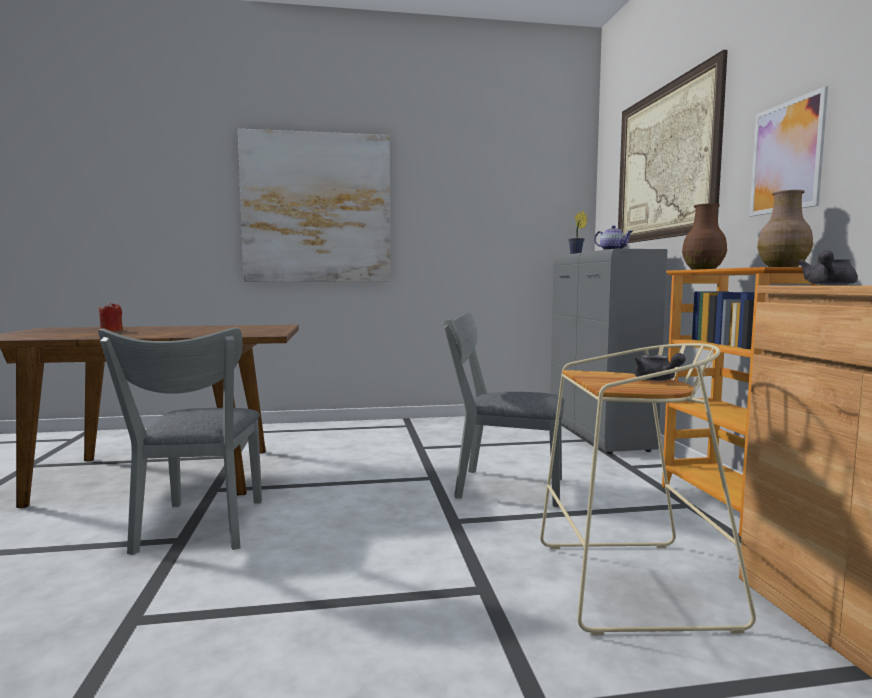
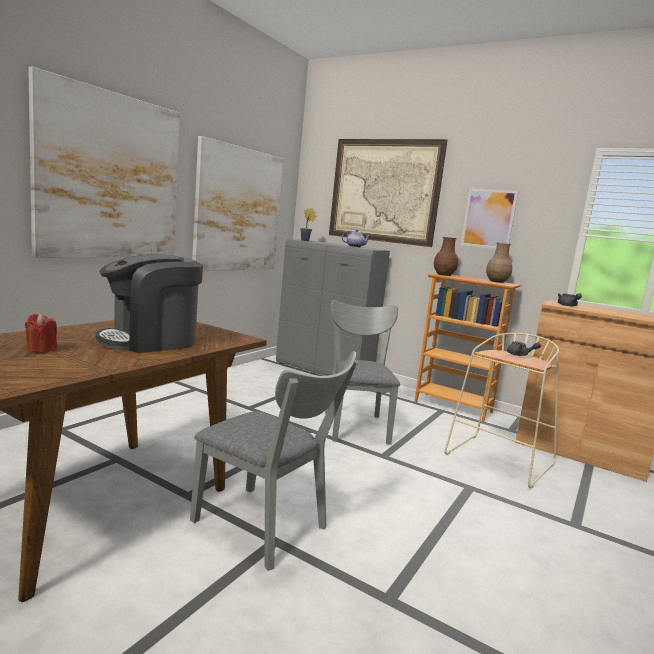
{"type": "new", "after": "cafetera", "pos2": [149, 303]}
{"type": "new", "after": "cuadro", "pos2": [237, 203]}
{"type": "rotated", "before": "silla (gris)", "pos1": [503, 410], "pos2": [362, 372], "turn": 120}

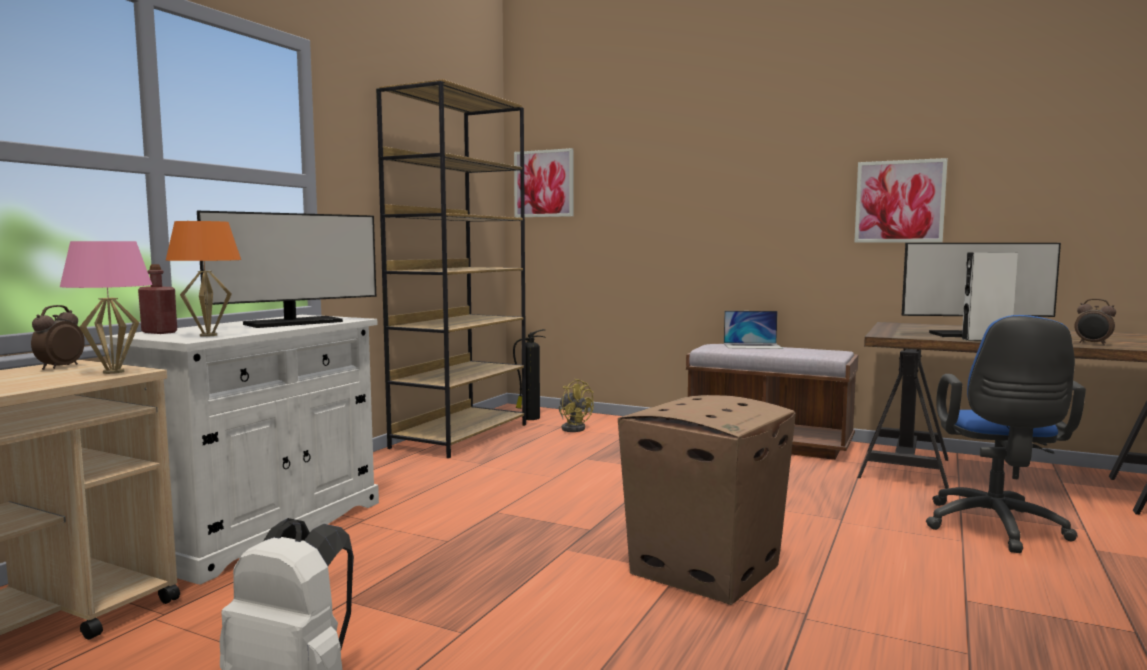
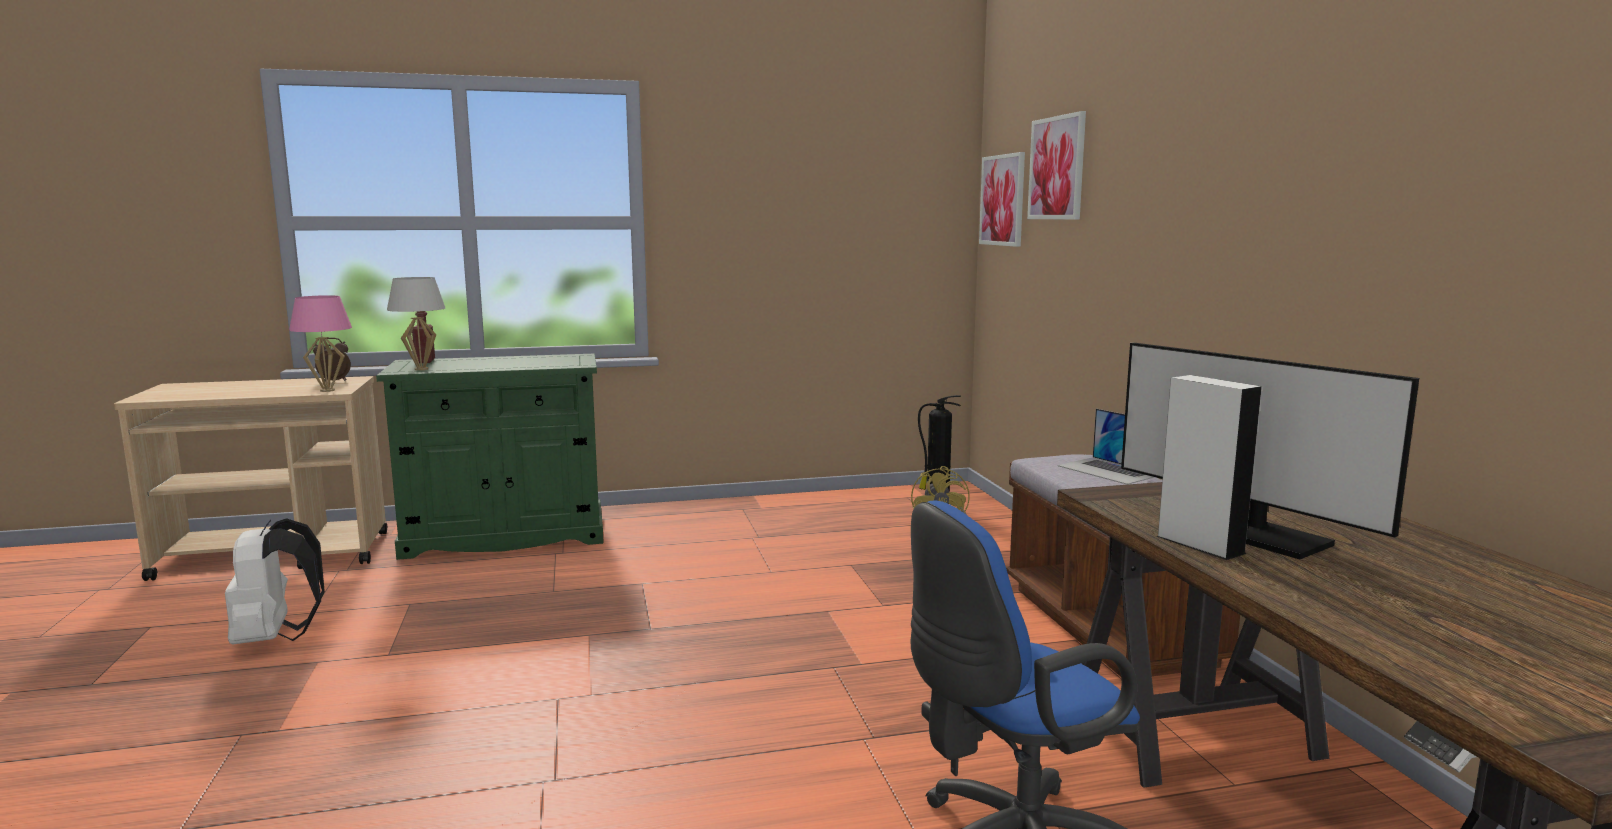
{"type": "gone", "before": "monitor", "pos1": [286, 269]}
{"type": "gone", "before": "estantería (marrón)", "pos1": [451, 268]}
{"type": "gone", "before": "caja de cartón", "pos1": [707, 500]}
{"type": "gone", "before": "despertador", "pos1": [1095, 322]}
{"type": "shifted", "before": "cuadro", "pos1": [901, 200], "pos2": [1056, 165]}
{"type": "repainted", "before": "armario (blanco)", "after": "armario (verde)", "pos1": [242, 450], "pos2": [490, 457]}
{"type": "repainted", "before": "lámpara de mesa (naranja)", "after": "lámpara de mesa (blanco)", "pos1": [203, 279], "pos2": [416, 323]}

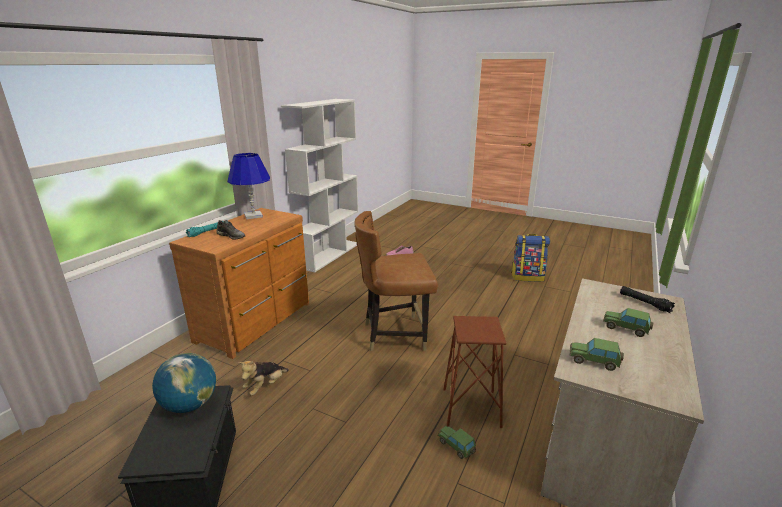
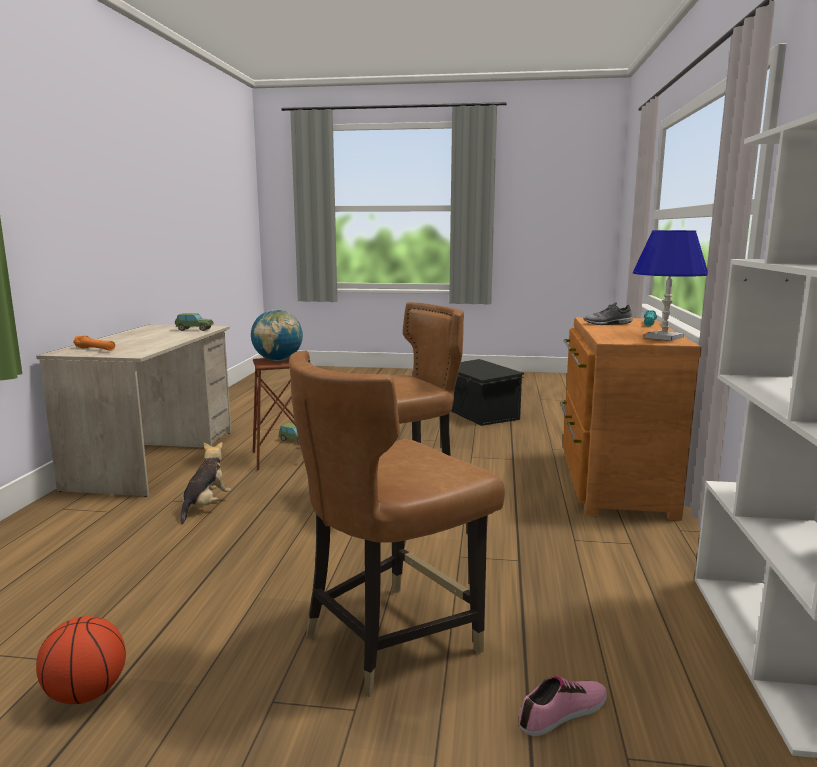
{"type": "gone", "before": "coche de juguete", "pos1": [628, 322]}
{"type": "new", "after": "silla (marrón)", "pos2": [397, 524]}
{"type": "shifted", "before": "globo terráqueo", "pos1": [184, 383], "pos2": [277, 335]}
{"type": "shifted", "before": "peluche", "pos1": [263, 378], "pos2": [205, 483]}
{"type": "swapped", "before": "mochila", "after": "balón de baloncesto", "pos1": [530, 258], "pos2": [81, 660]}
{"type": "repainted", "before": "linterna (negro)", "after": "linterna (naranja)", "pos1": [647, 299], "pos2": [94, 343]}

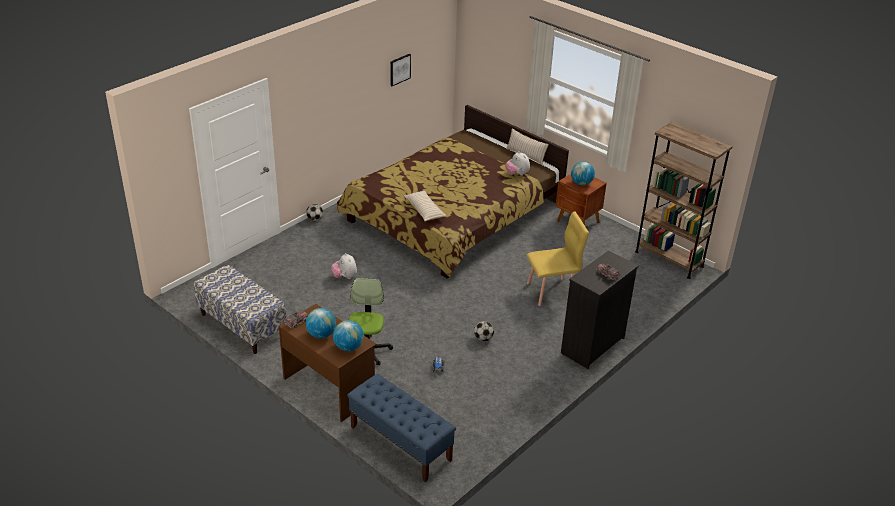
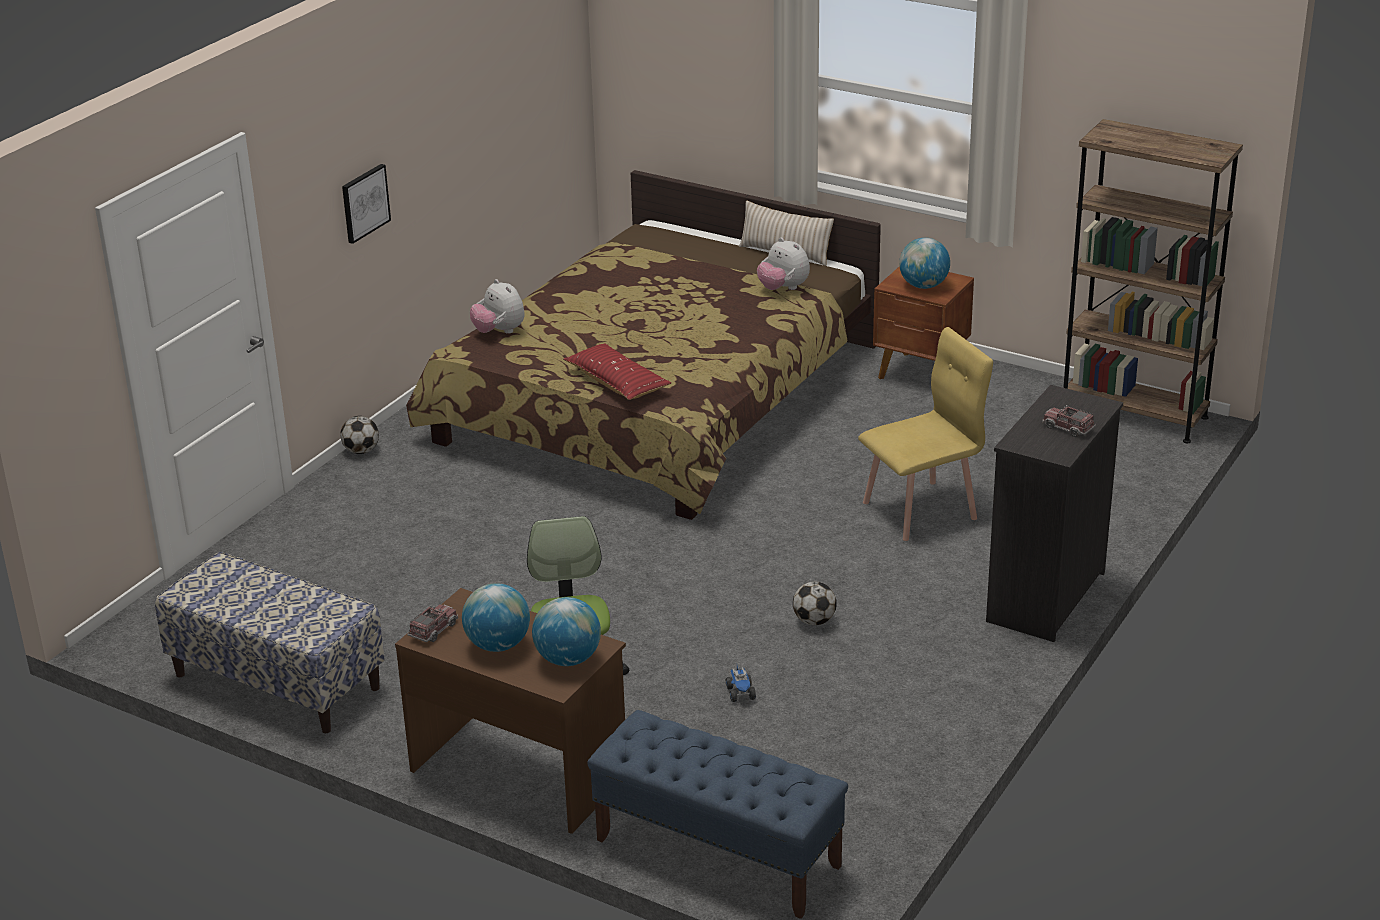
{"type": "shifted", "before": "peluche", "pos1": [344, 266], "pos2": [497, 306]}
{"type": "shifted", "before": "cuadro", "pos1": [400, 70], "pos2": [366, 204]}
{"type": "repainted", "before": "cojín (beis)", "after": "cojín (rojo)", "pos1": [425, 206], "pos2": [617, 371]}

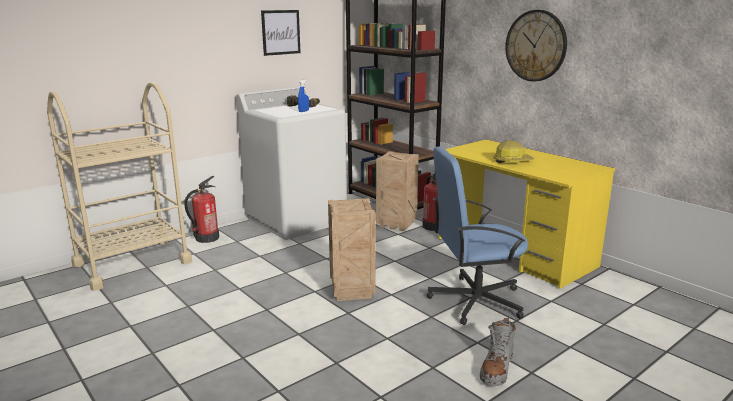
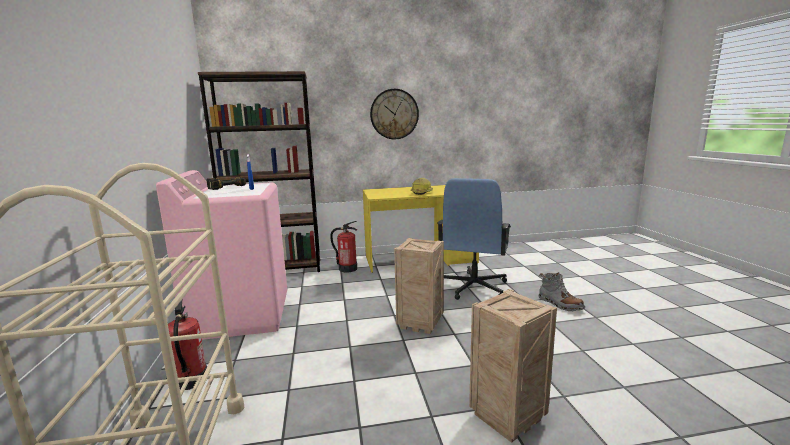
{"type": "gone", "before": "cuadro", "pos1": [281, 33]}
{"type": "shifted", "before": "caja de embalaje", "pos1": [397, 191], "pos2": [513, 366]}
{"type": "repainted", "before": "lavadora (blanco)", "after": "lavadora (rosa)", "pos1": [291, 163], "pos2": [221, 255]}

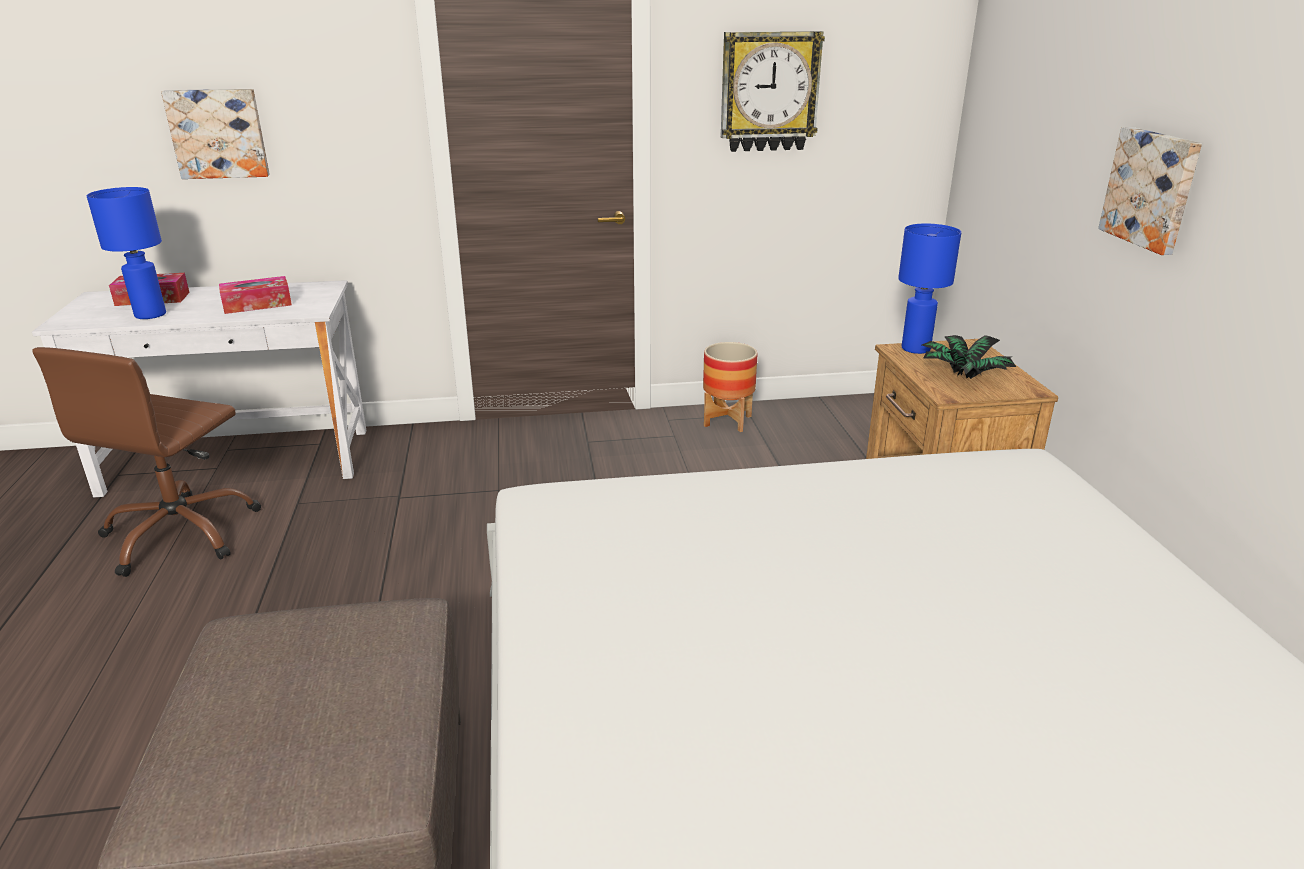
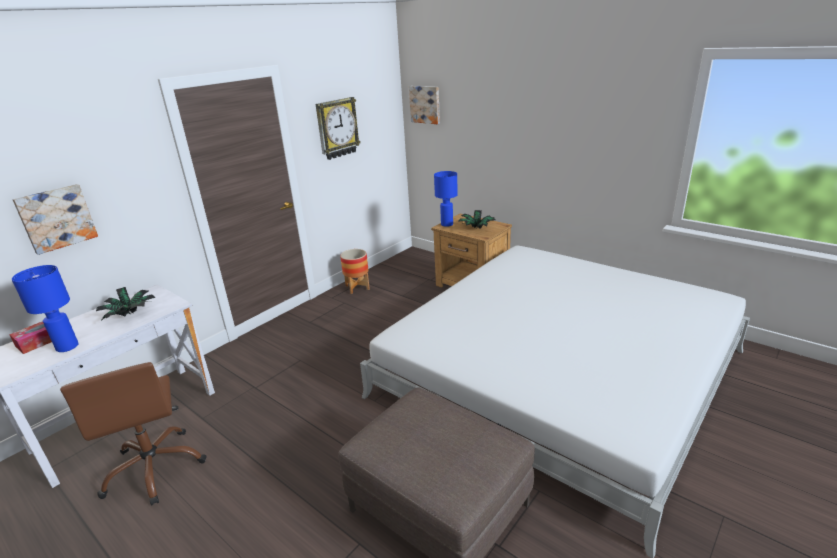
{"type": "shifted", "before": "cuadro", "pos1": [1150, 191], "pos2": [424, 105]}
{"type": "swapped", "before": "caja de pañuelos", "after": "planta en maceta", "pos1": [255, 295], "pos2": [126, 303]}

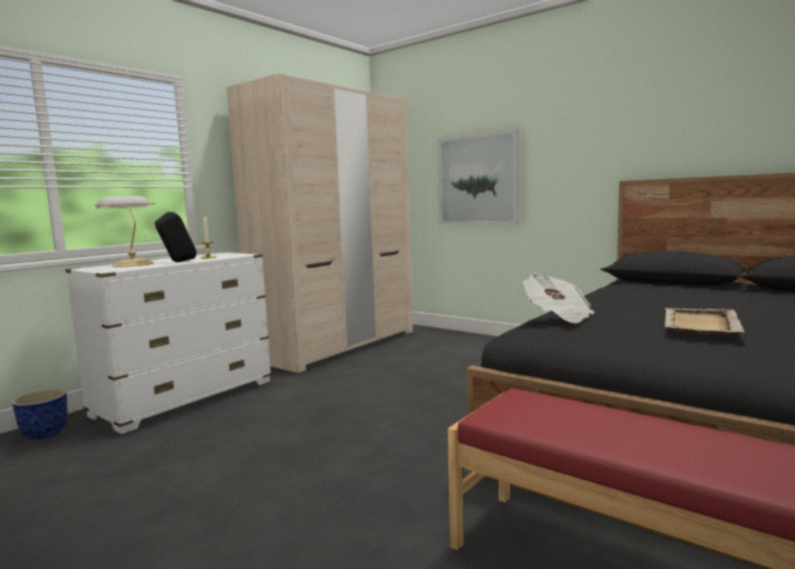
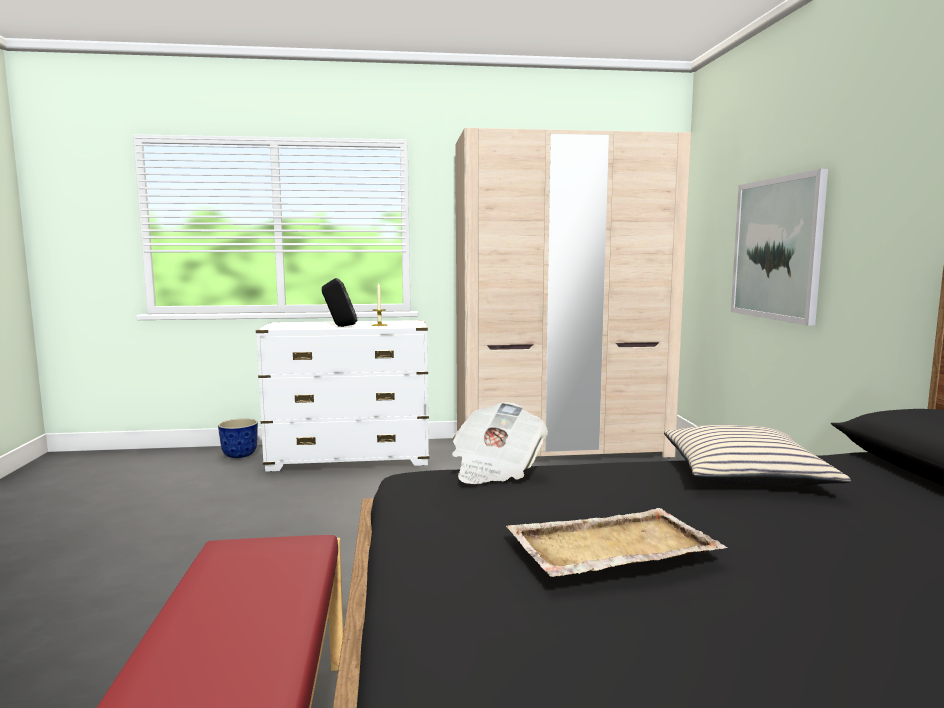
{"type": "gone", "before": "lámpara de mesa", "pos1": [125, 231]}
{"type": "new", "after": "cojín (beis)", "pos2": [757, 455]}

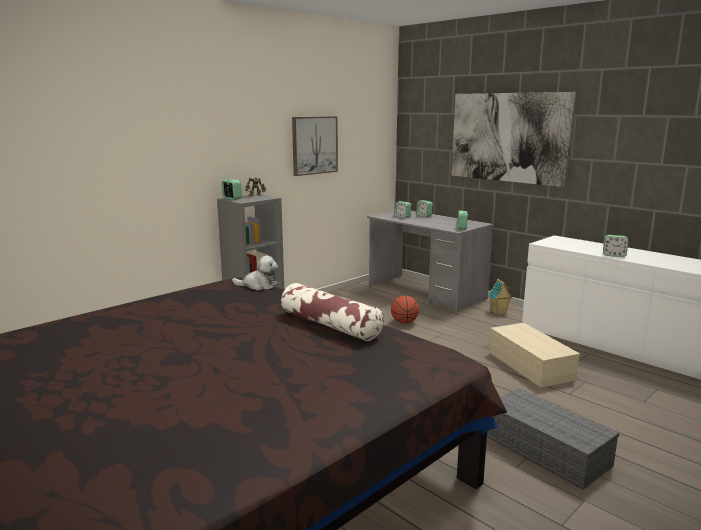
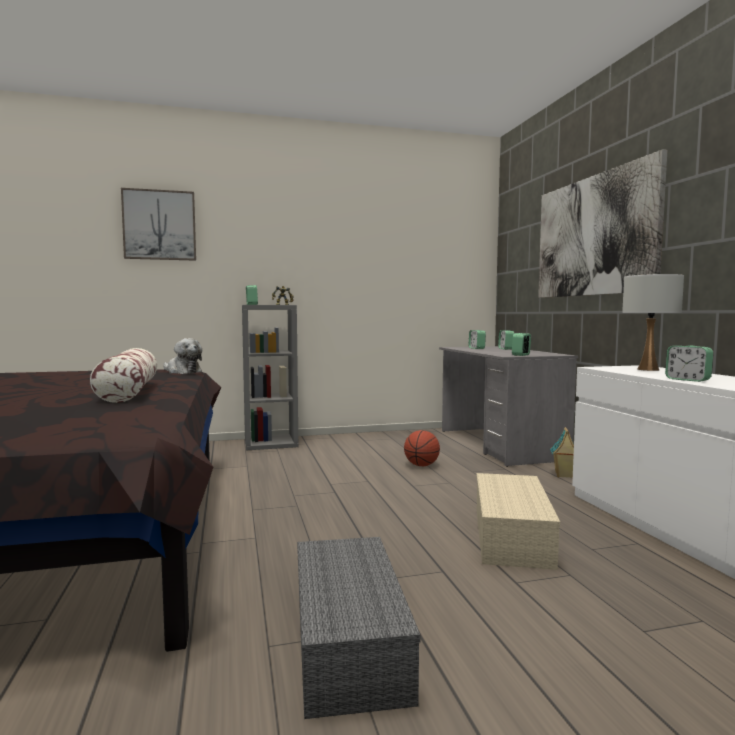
{"type": "new", "after": "lámpara de mesa (blanco)", "pos2": [653, 322]}
{"type": "shifted", "before": "cuadro", "pos1": [315, 146], "pos2": [158, 224]}

